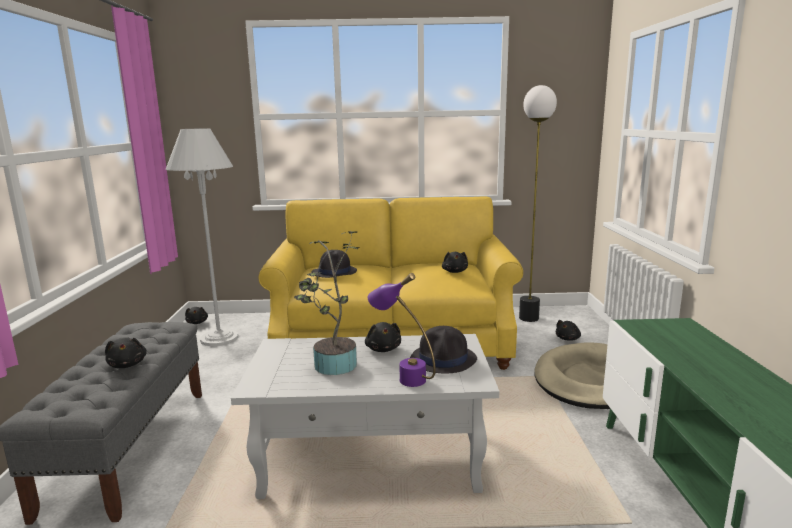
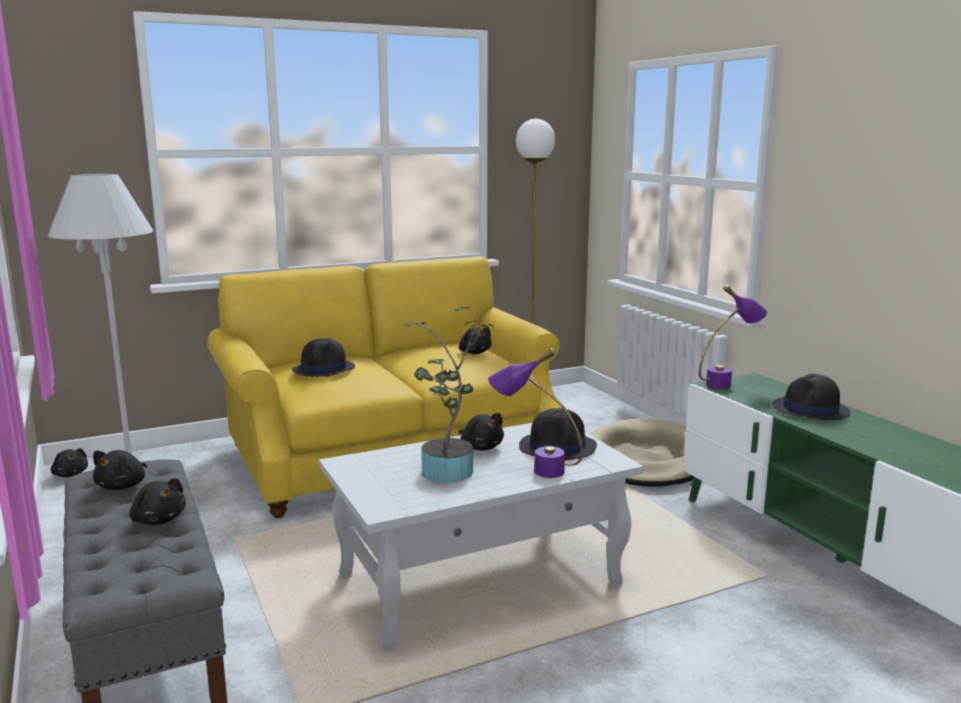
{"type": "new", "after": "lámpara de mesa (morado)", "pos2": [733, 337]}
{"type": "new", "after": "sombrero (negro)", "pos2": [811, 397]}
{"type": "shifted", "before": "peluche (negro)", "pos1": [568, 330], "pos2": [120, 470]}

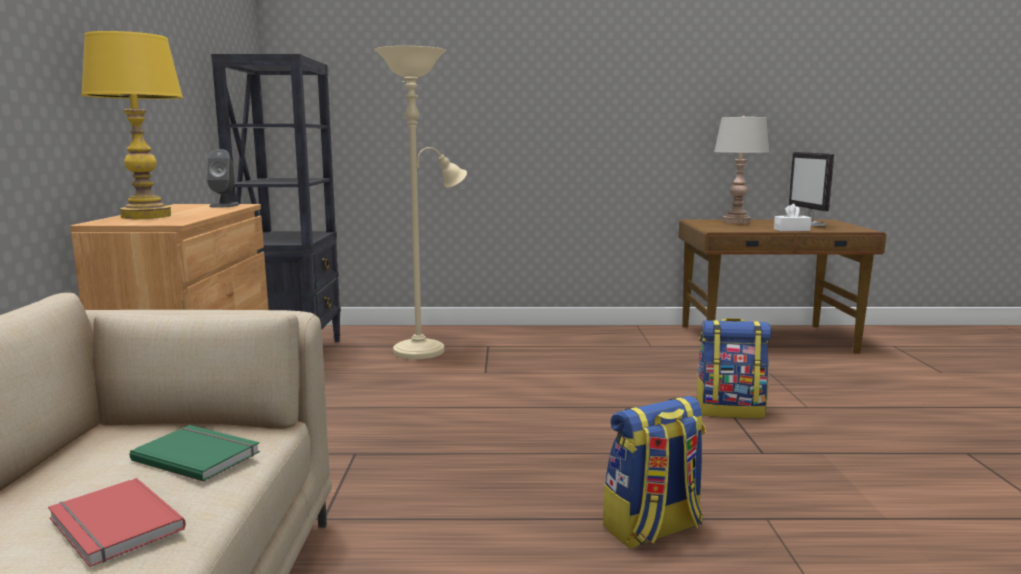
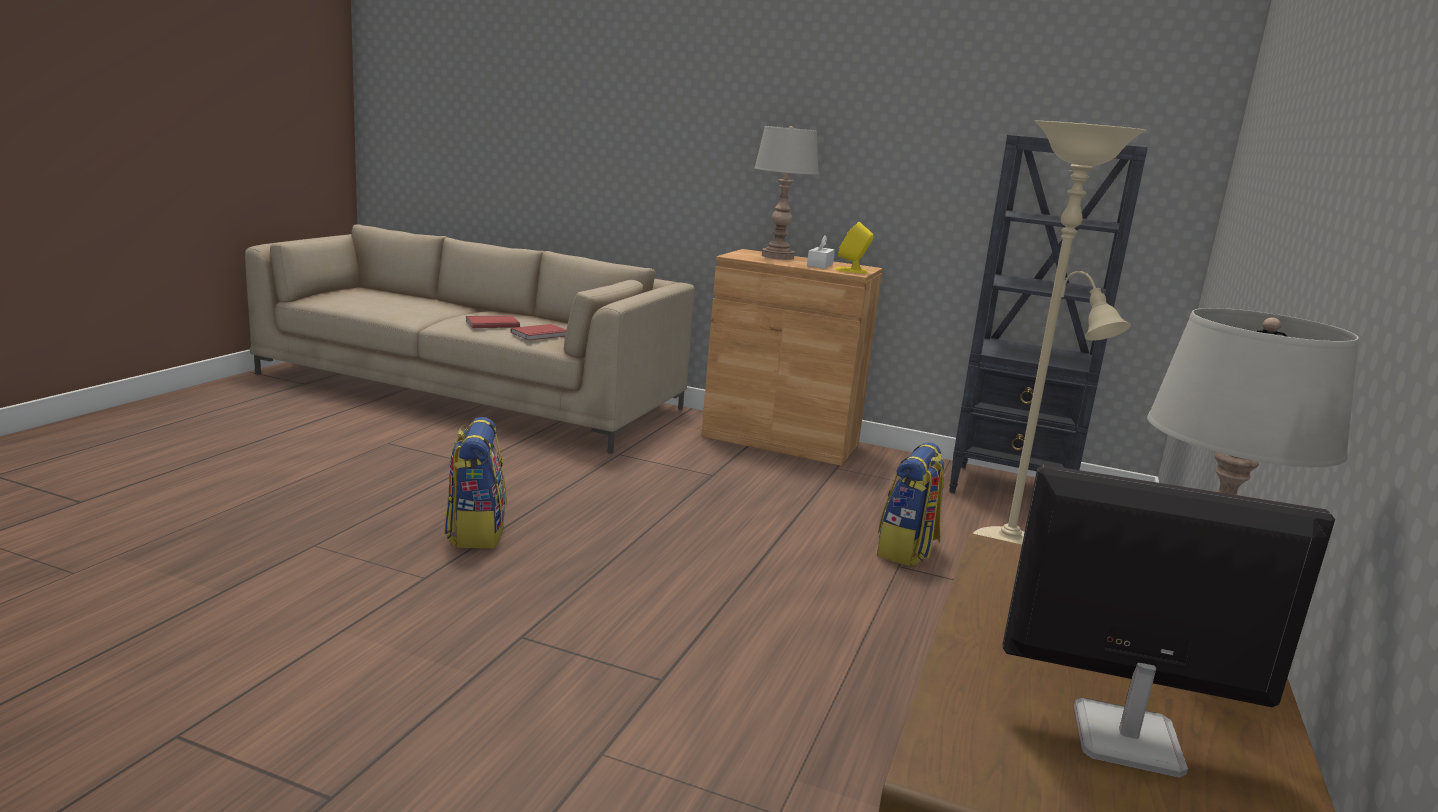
{"type": "shifted", "before": "mochila", "pos1": [733, 368], "pos2": [911, 504]}
{"type": "shifted", "before": "caja de pañuelos (blanco)", "pos1": [793, 217], "pos2": [821, 252]}
{"type": "repainted", "before": "lámpara de mesa (amarillo)", "after": "lámpara de mesa (gris)", "pos1": [132, 125], "pos2": [786, 193]}
{"type": "repainted", "before": "libro (verde)", "after": "libro (rojo)", "pos1": [195, 453], "pos2": [539, 332]}
{"type": "repainted", "before": "altavoz (gris)", "after": "altavoz (amarillo)", "pos1": [223, 178], "pos2": [854, 248]}

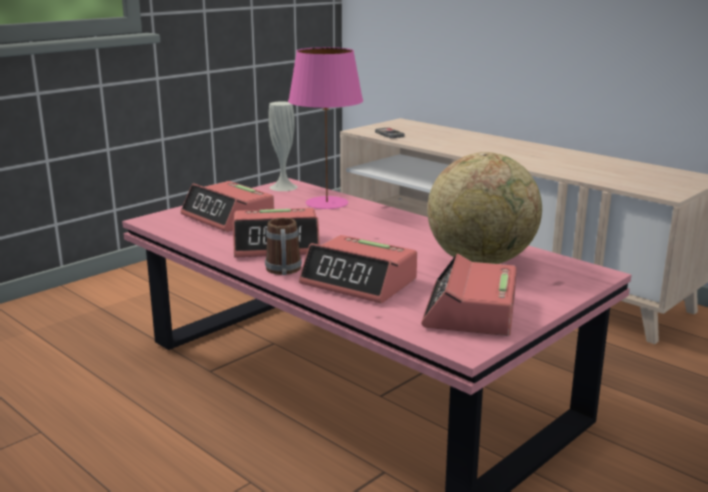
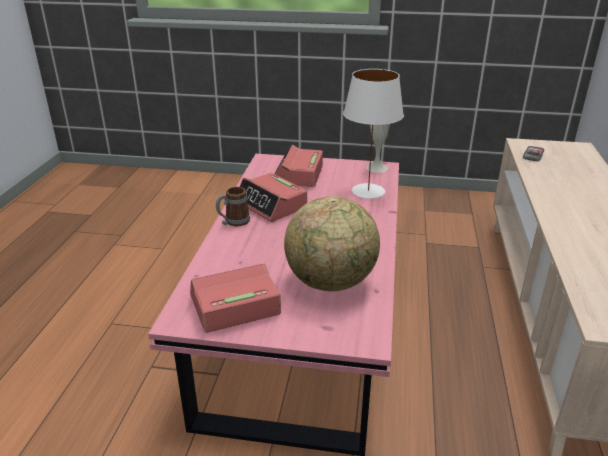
{"type": "gone", "before": "despertador", "pos1": [358, 269]}
{"type": "repainted", "before": "lámpara de mesa (rosa)", "after": "lámpara de mesa (blanco)", "pos1": [325, 128], "pos2": [373, 134]}

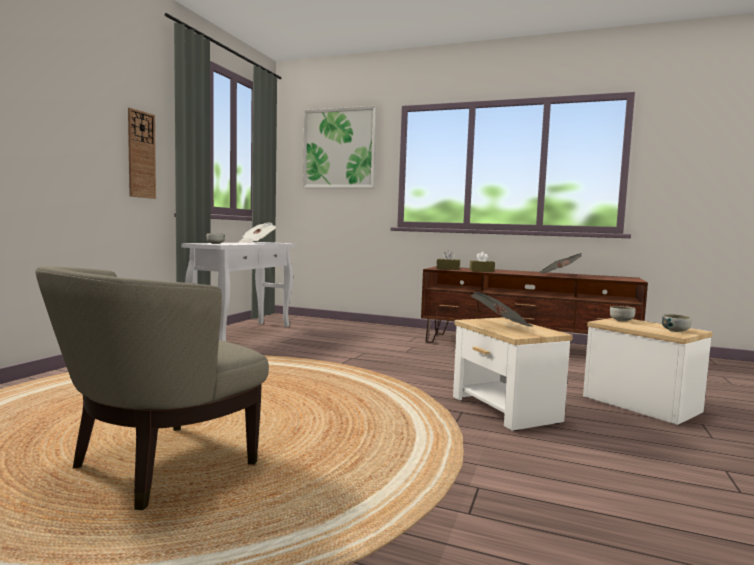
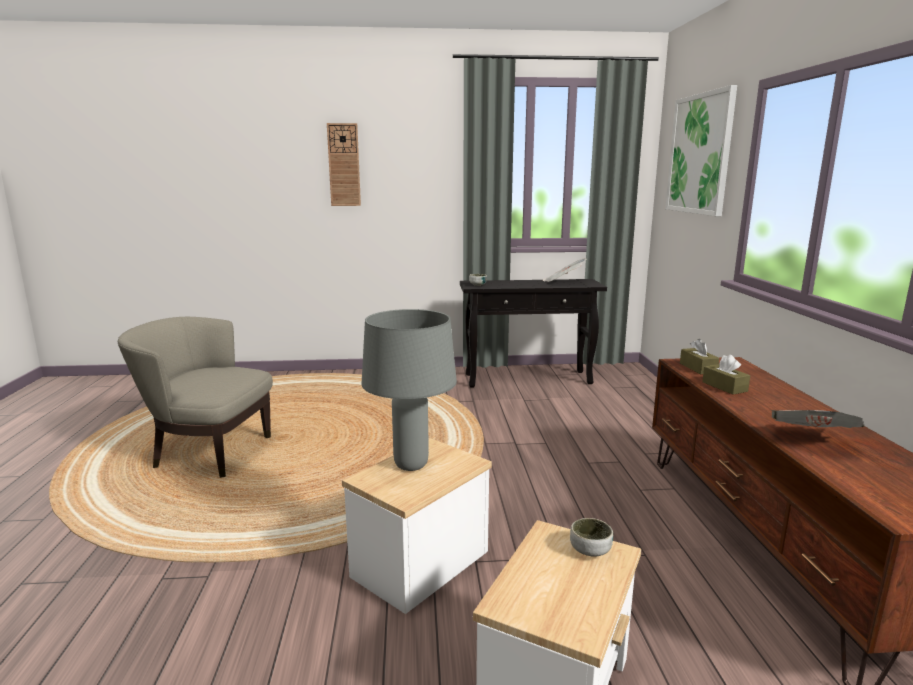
{"type": "gone", "before": "cuenco", "pos1": [677, 323]}
{"type": "shifted", "before": "reloj de pared", "pos1": [142, 153], "pos2": [344, 164]}
{"type": "swapped", "before": "periódico", "after": "lámpara de mesa (gris)", "pos1": [502, 309], "pos2": [409, 390]}
{"type": "repainted", "before": "mesa consola (blanco)", "after": "mesa consola (negro)", "pos1": [238, 291], "pos2": [533, 333]}

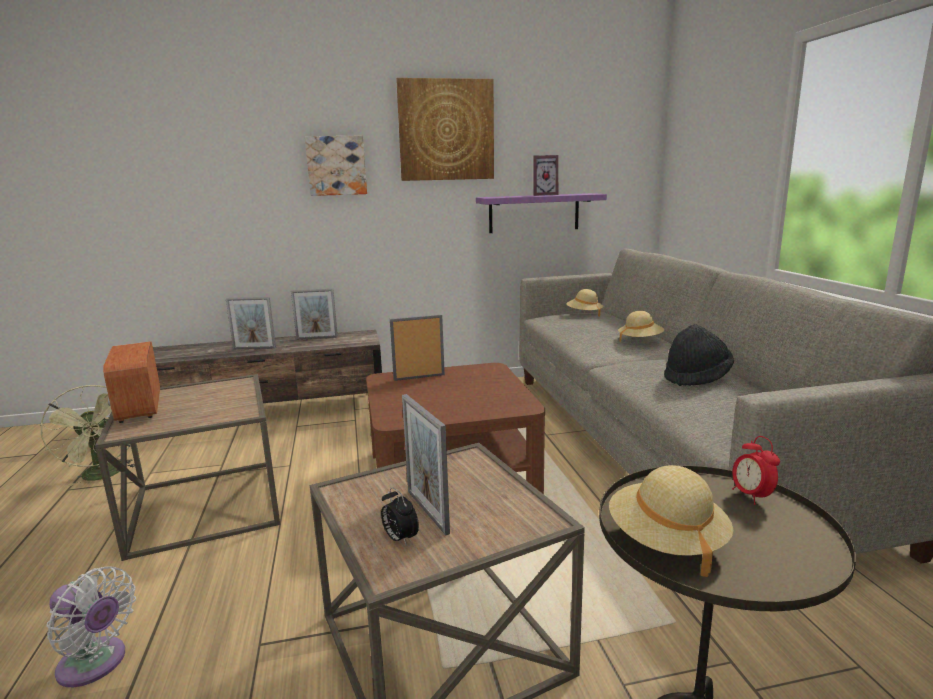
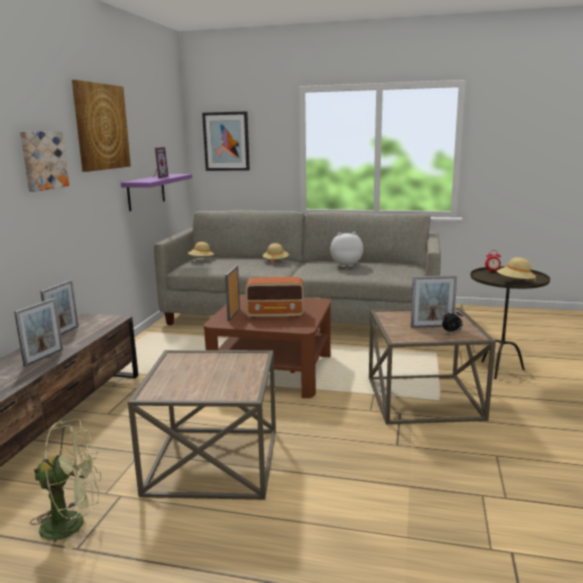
{"type": "gone", "before": "ventilador (blanco)", "pos1": [91, 626]}
{"type": "new", "after": "cuadro", "pos2": [226, 141]}
{"type": "shifted", "before": "radio", "pos1": [131, 382], "pos2": [274, 297]}
{"type": "swapped", "before": "sombrero (negro)", "after": "peluche", "pos1": [699, 355], "pos2": [346, 249]}

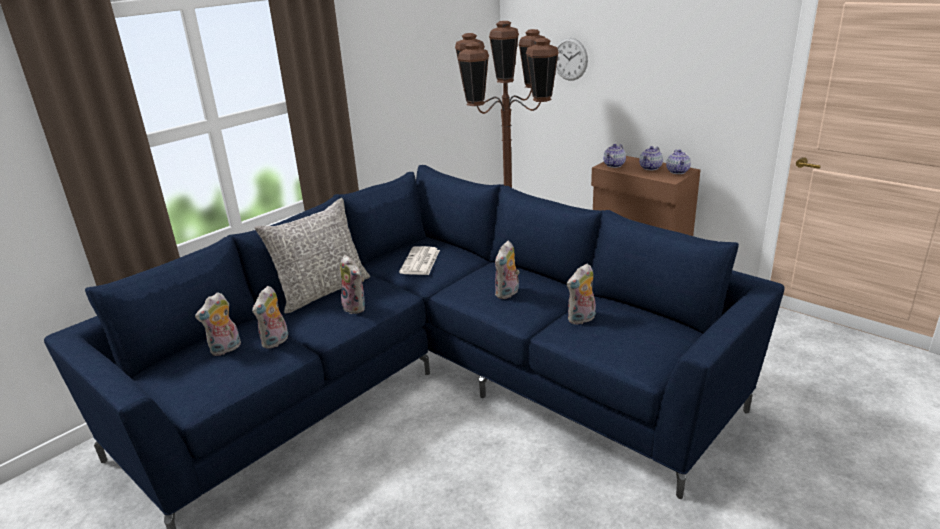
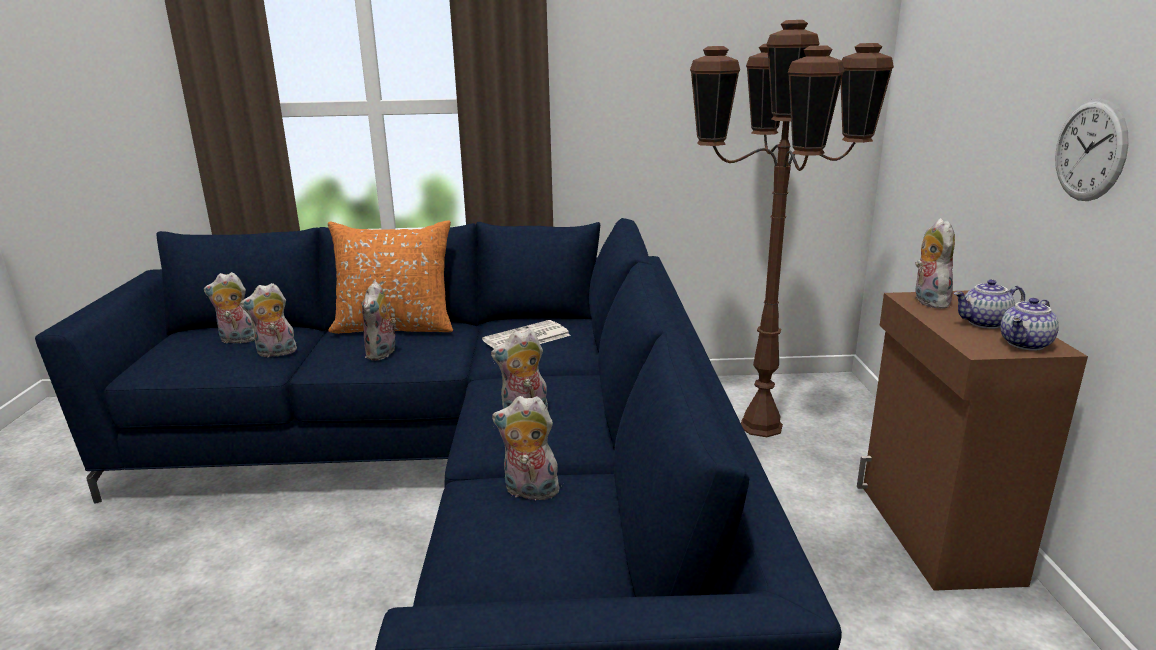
{"type": "shifted", "before": "reloj de pared", "pos1": [572, 59], "pos2": [1092, 150]}
{"type": "swapped", "before": "tetera", "after": "peluche", "pos1": [614, 156], "pos2": [935, 263]}
{"type": "repainted", "before": "cojín (gris)", "after": "cojín (naranja)", "pos1": [312, 255], "pos2": [390, 277]}

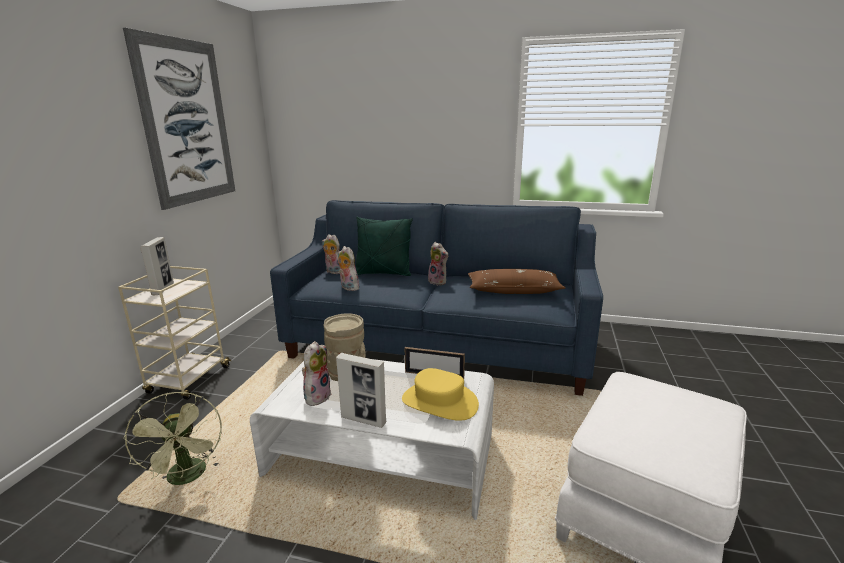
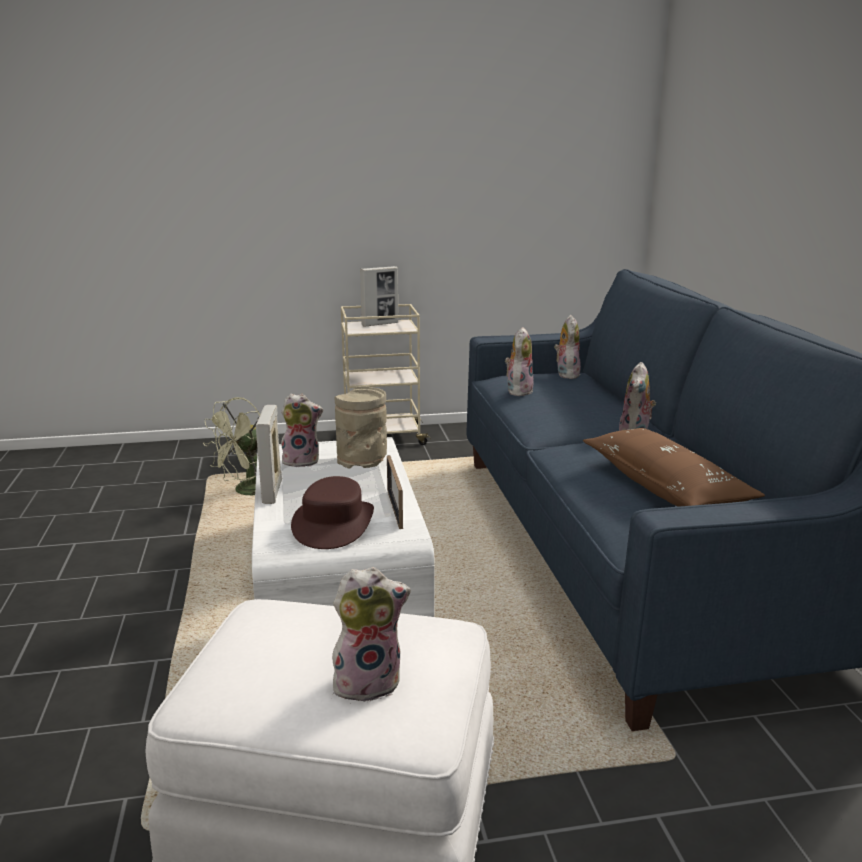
{"type": "gone", "before": "cuadro", "pos1": [179, 119]}
{"type": "gone", "before": "cojín (verde)", "pos1": [384, 246]}
{"type": "new", "after": "peluche", "pos2": [371, 634]}
{"type": "repainted", "before": "sombrero (amarillo)", "after": "sombrero (marrón)", "pos1": [440, 394], "pos2": [332, 512]}

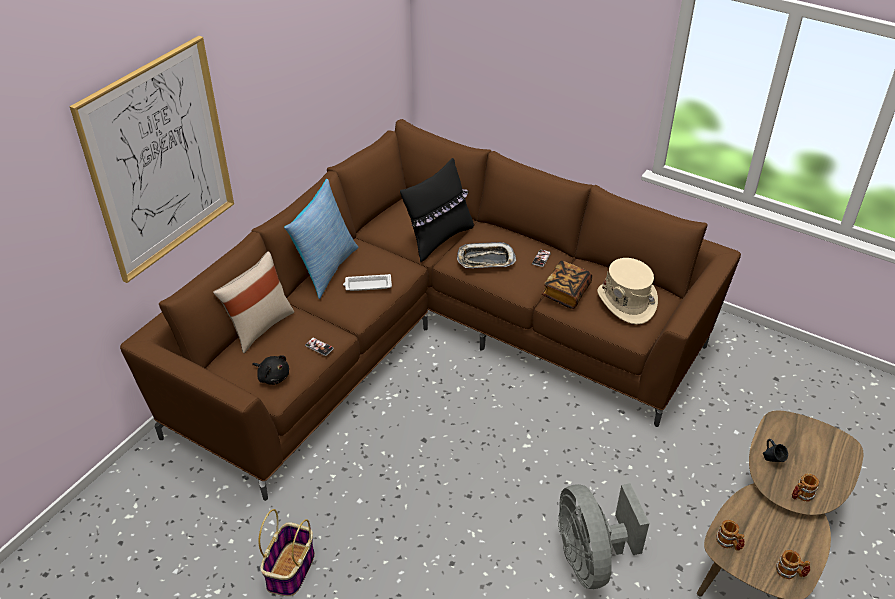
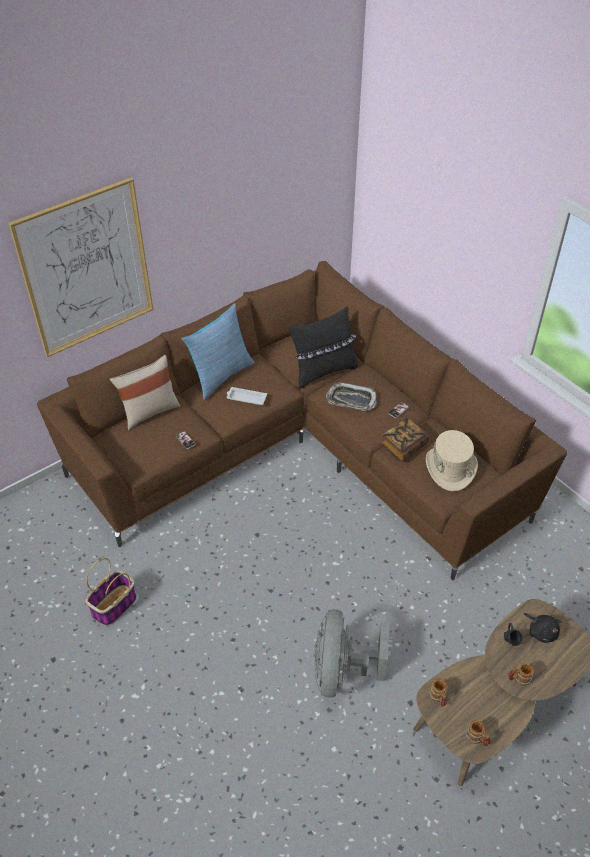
{"type": "shifted", "before": "peluche (negro)", "pos1": [270, 370], "pos2": [542, 628]}

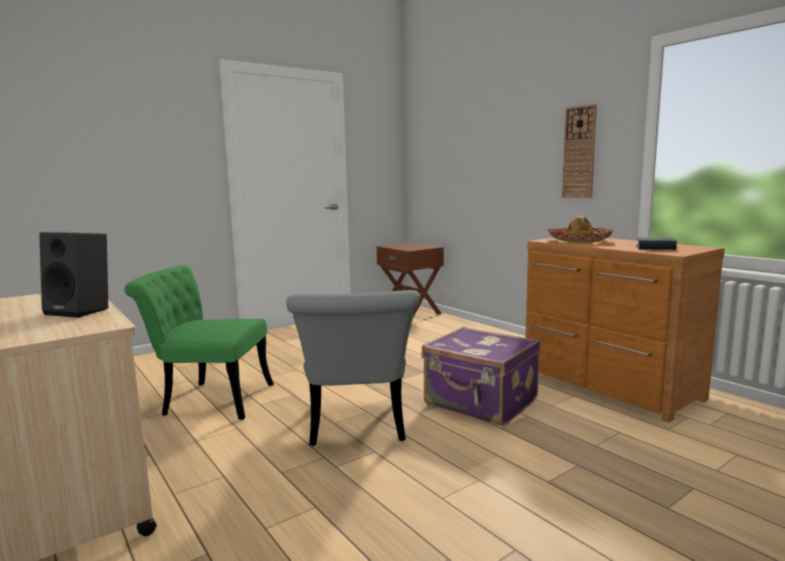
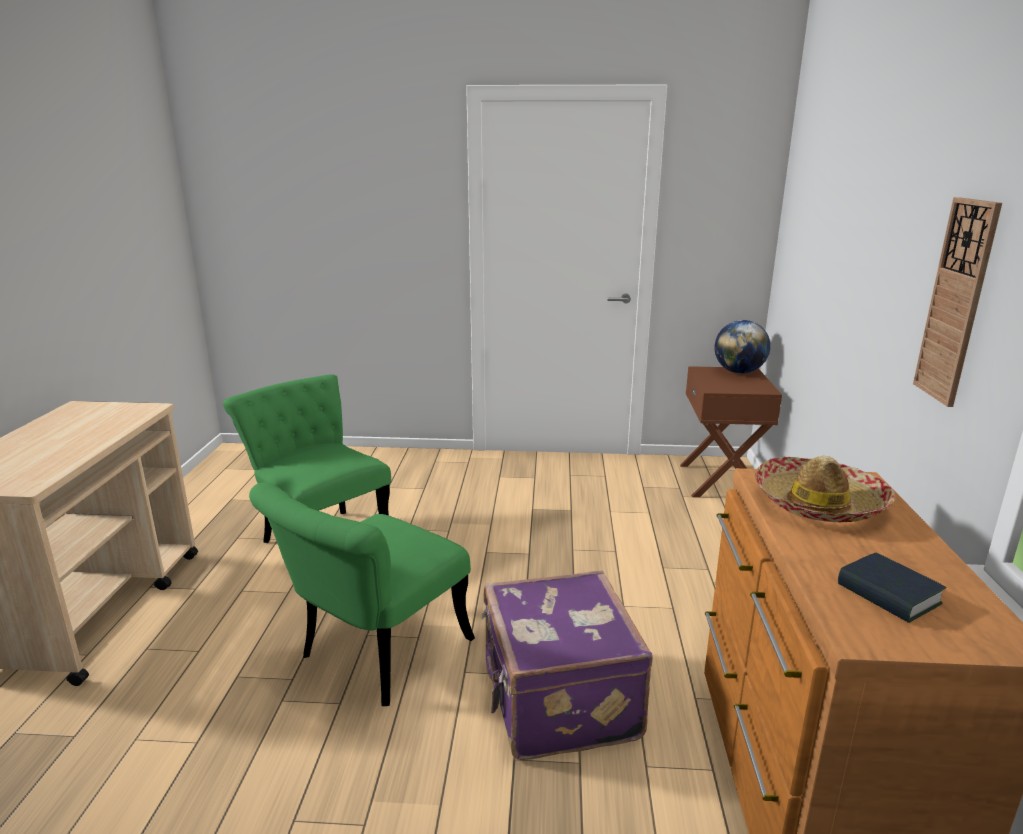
{"type": "gone", "before": "altavoz (negro)", "pos1": [73, 275]}
{"type": "new", "after": "globo terráqueo", "pos2": [742, 347]}
{"type": "repainted", "before": "silla (gris)", "after": "silla (verde)", "pos1": [353, 368], "pos2": [362, 594]}

